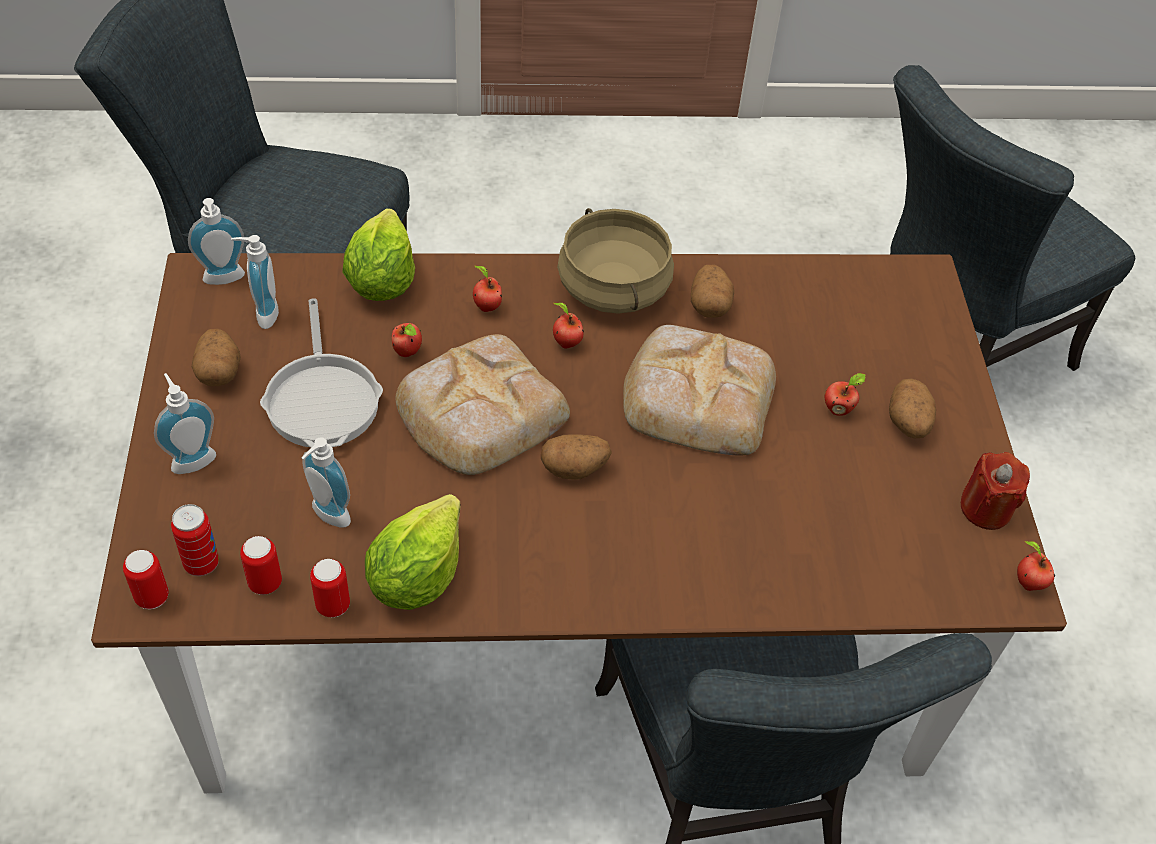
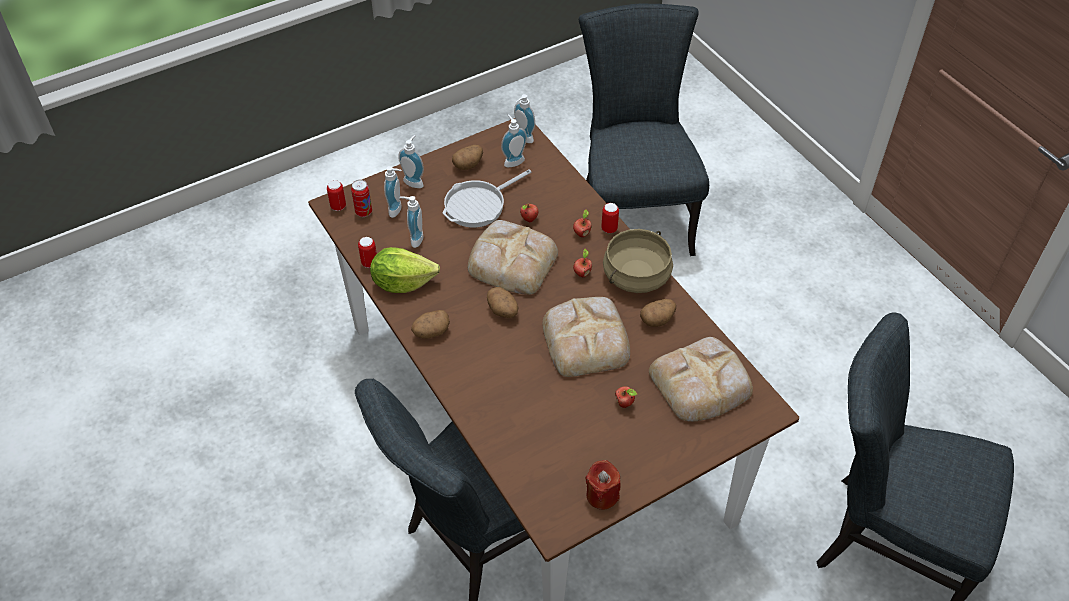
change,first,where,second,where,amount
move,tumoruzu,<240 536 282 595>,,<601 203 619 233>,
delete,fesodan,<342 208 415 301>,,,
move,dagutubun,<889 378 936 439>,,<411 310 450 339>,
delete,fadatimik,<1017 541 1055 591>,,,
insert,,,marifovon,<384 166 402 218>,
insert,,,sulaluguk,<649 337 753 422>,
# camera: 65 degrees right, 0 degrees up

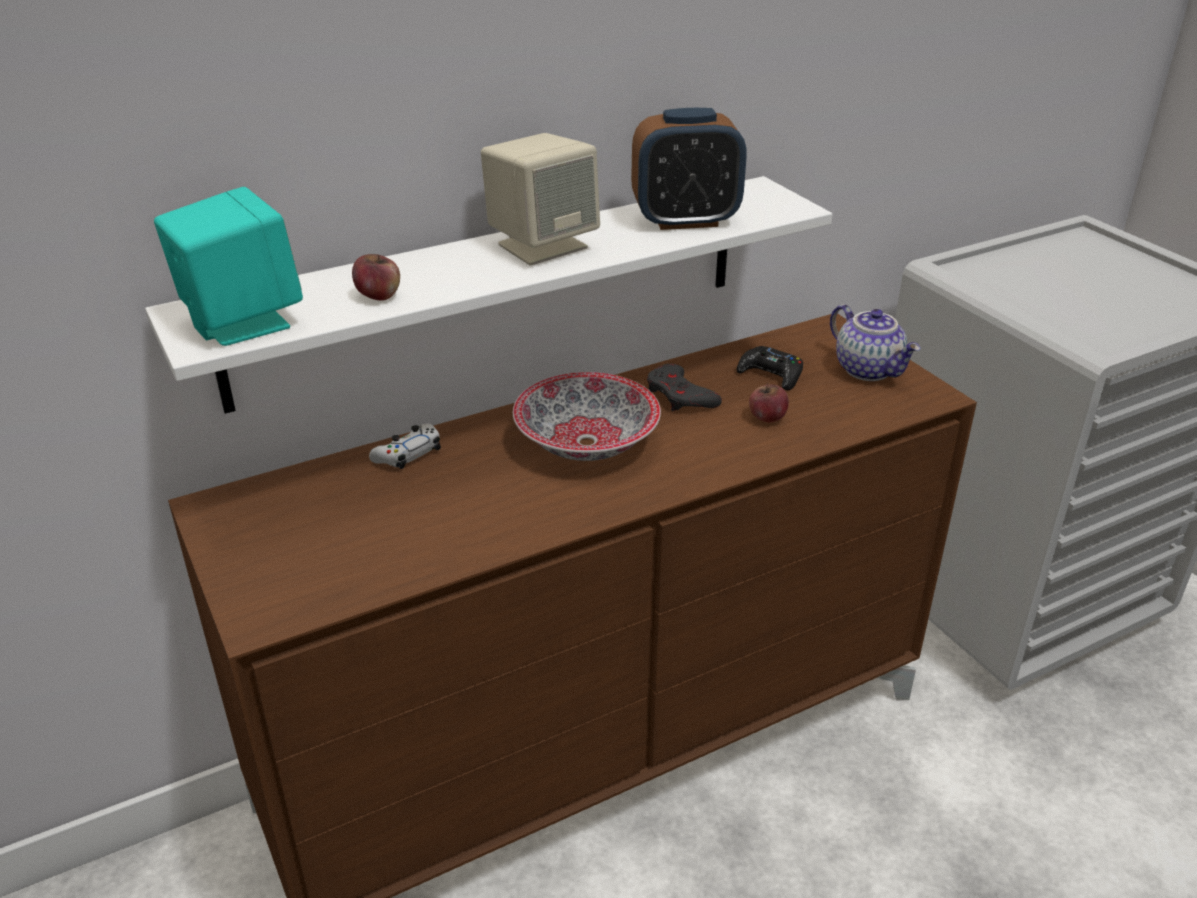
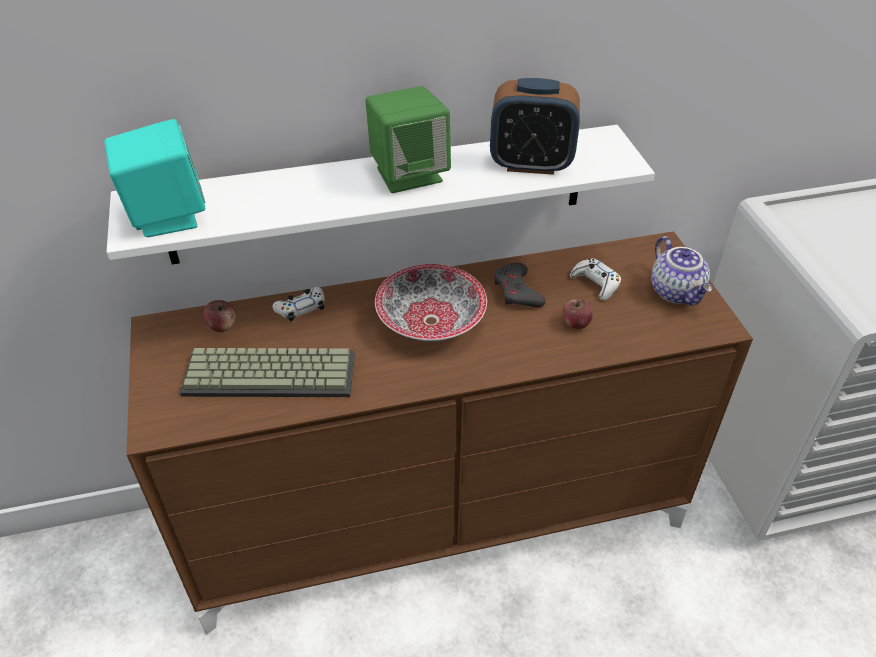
change,first,where,second,where,amount
move,fadatimik,<352 254 400 301>,,<204 300 236 332>,
recolor,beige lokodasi,<481 133 600 265>,green lokodasi,<365 86 451 193>,
recolor,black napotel,<737 346 803 390>,white napotel,<570 258 621 301>,
insert,,,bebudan,<180 348 355 397>,
# camera: 15 degrees right, 10 degrees up

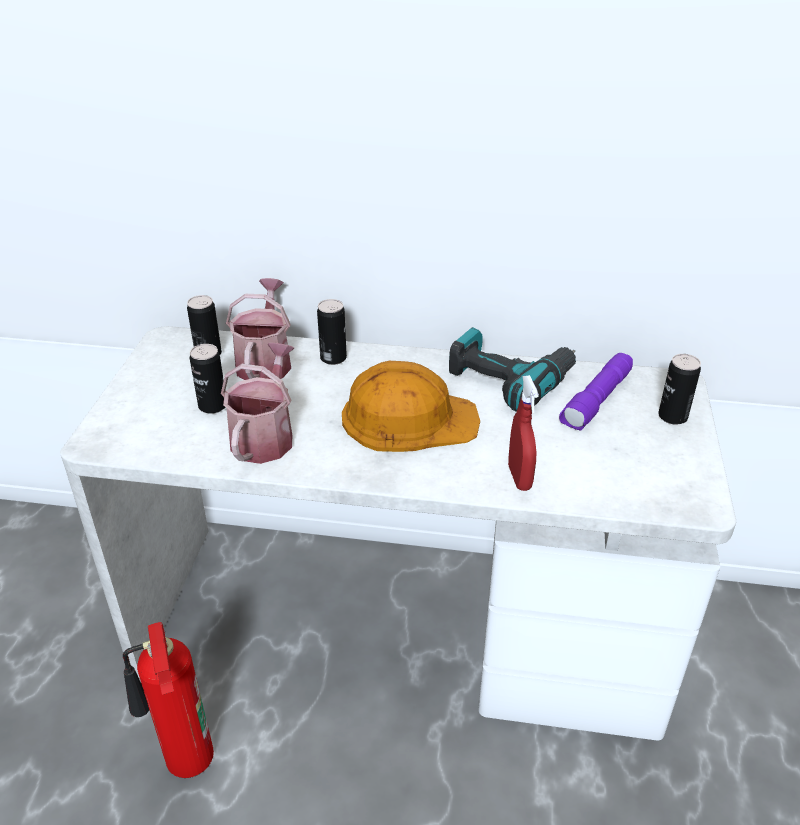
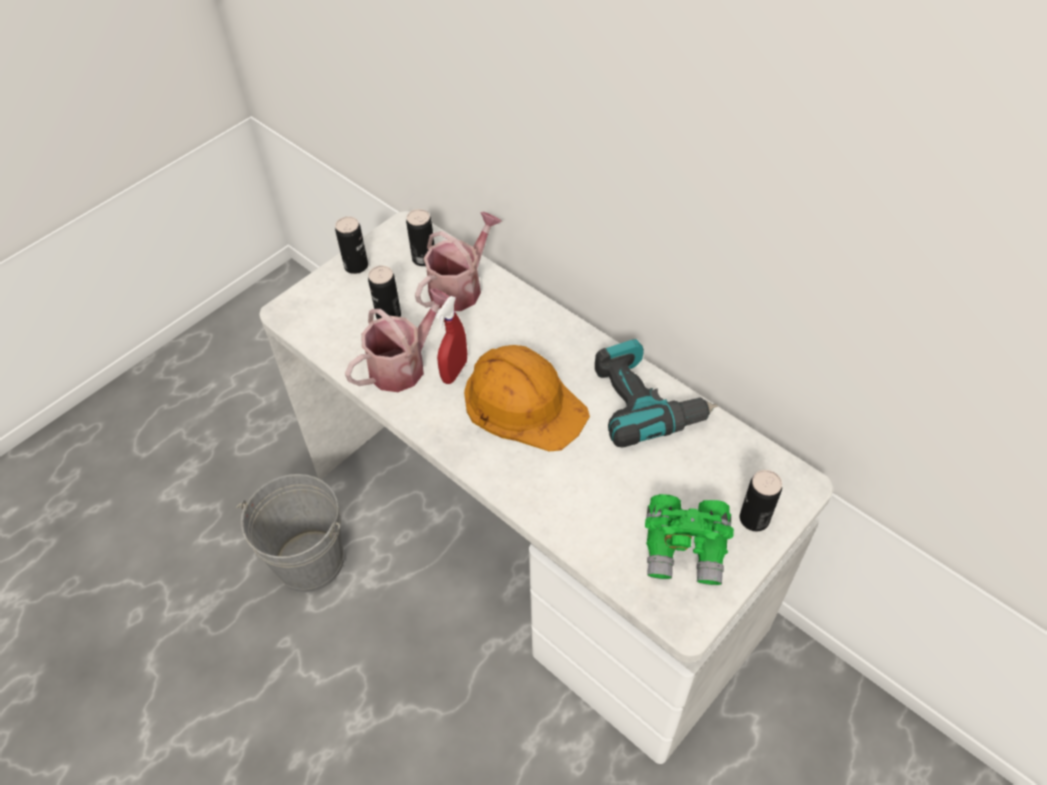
change,first,where,second,where,amount
replace,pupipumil,<123 622 214 778>,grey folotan,<236 474 344 592>,
move,tumoruzu,<317 299 347 365>,,<335 216 368 274>,
move,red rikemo,<508 375 539 491>,,<436 296 467 384>,
delete,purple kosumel,<559 353 633 431>,,,
insert,,,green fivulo,<645 494 734 585>,
# camera: 35 degrees right, 15 degrees up

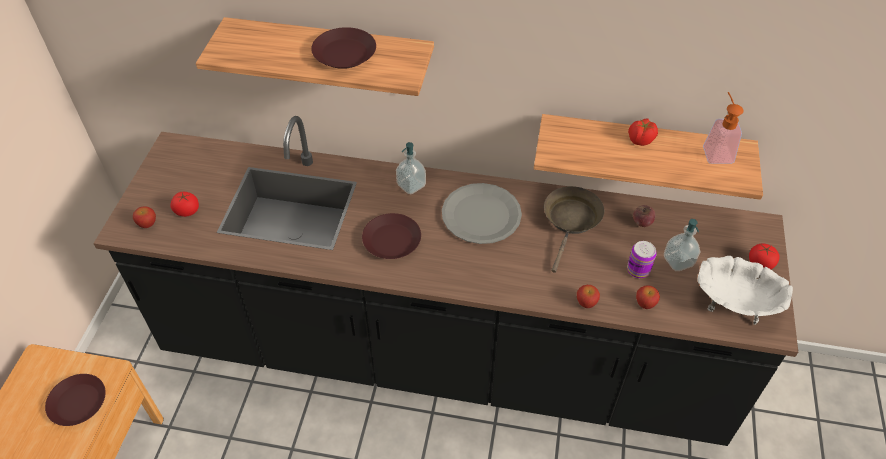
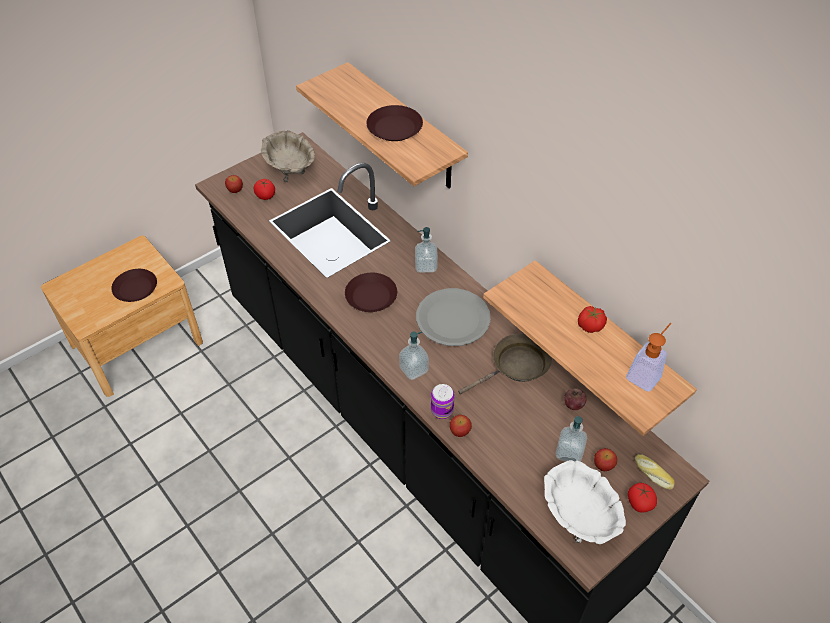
change,first,where,second,where,amount
move,tumoruzu,<627 241 657 278>,,<431 384 455 419>,
move,fadatimik,<636 285 660 309>,,<594 448 617 471>,
insert,,,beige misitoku,<261 130 315 182>,
insert,,,marifovon,<399 332 429 380>,
insert,,,sulaluguk,<635 454 675 490>,
# camera: 40 degrees right, 0 degrees up

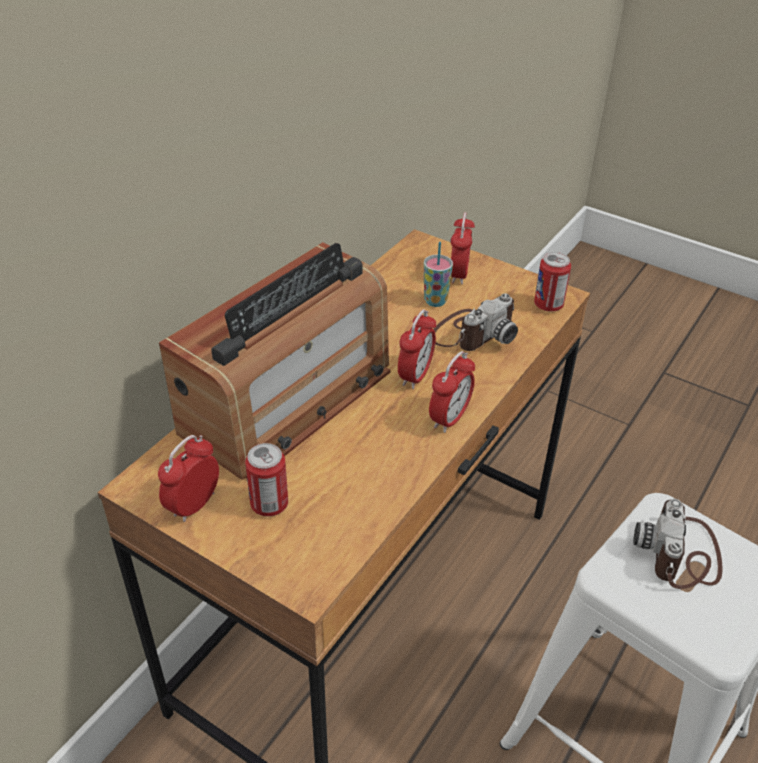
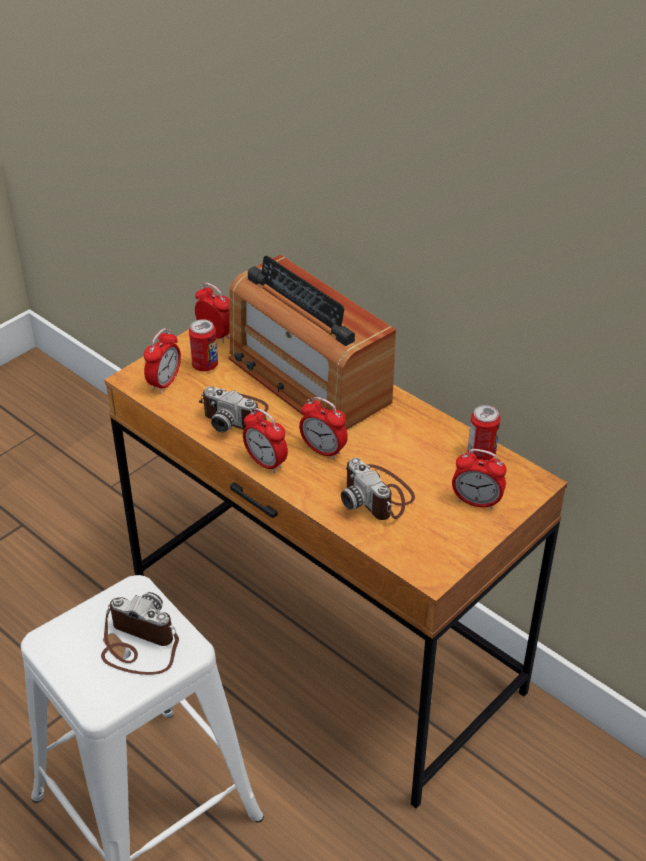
change,first,where,second,where,amount
delete,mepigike,<424 242 453 307>,,,
move,tumoruzu,<534 252 571 312>,,<468 405 500 461>,
insert,,,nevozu,<144 328 181 393>,
insert,,,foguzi,<199 386 269 432>,
# camera: 100 degrees right, 0 degrees up

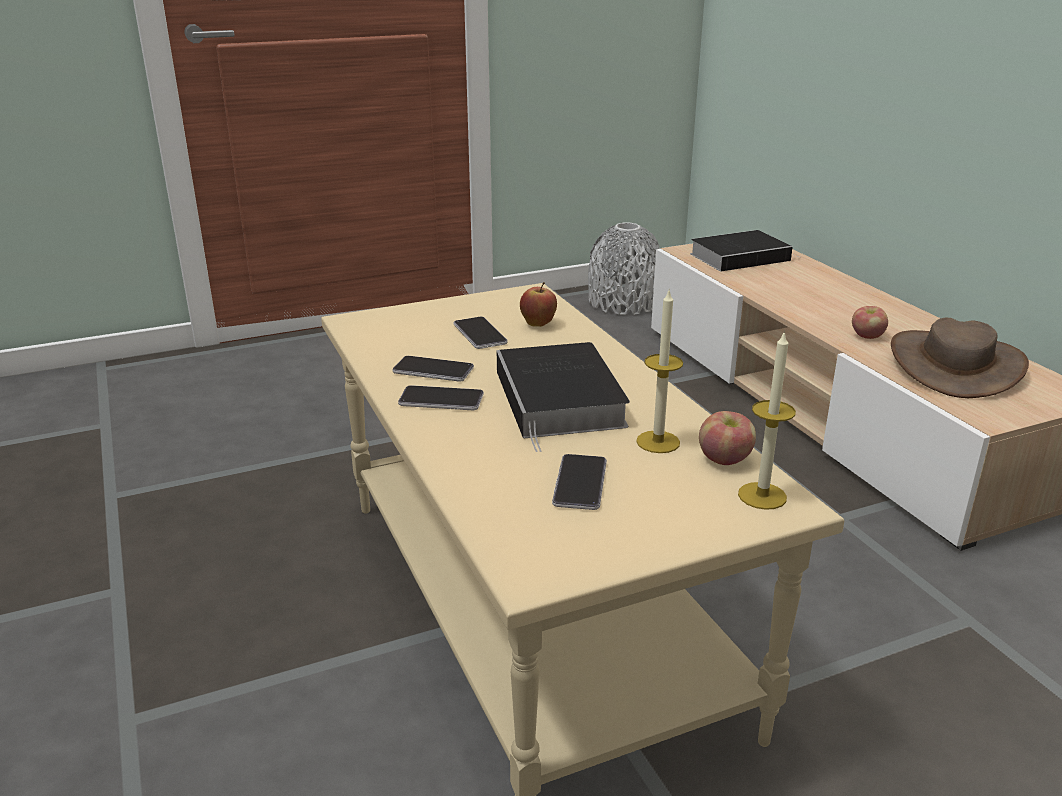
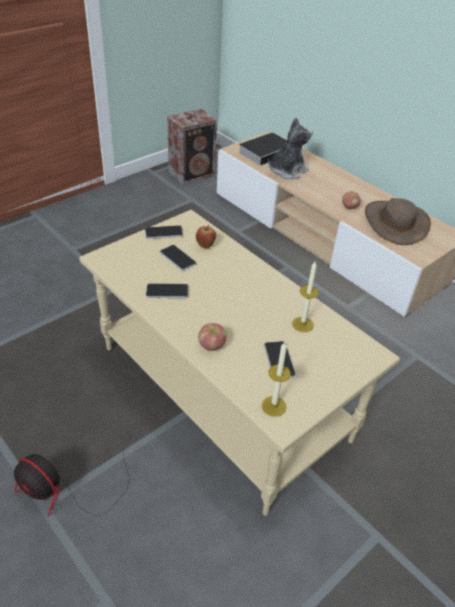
change,first,where,second,where,amount
move,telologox,<398 385 484 410>,,<145 225 183 239>,
delete,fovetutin,<497 342 630 452>,,,
replace,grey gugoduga,<588 222 660 315>,lokodasi,<167 109 217 185>,
move,fadatimik,<699 411 756 465>,,<198 323 226 351>,
move,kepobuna,<738 330 796 510>,,<262 342 291 417>,
insert,,,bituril,<14 432 135 517>,
insert,,,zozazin,<268 117 313 179>,
# camera: 20 degrees left, 15 degrees up

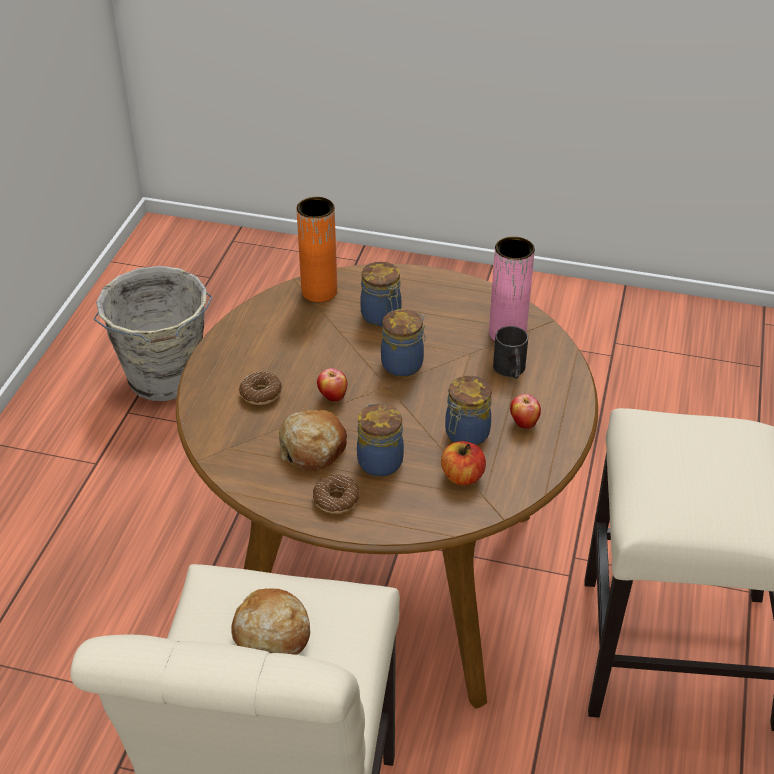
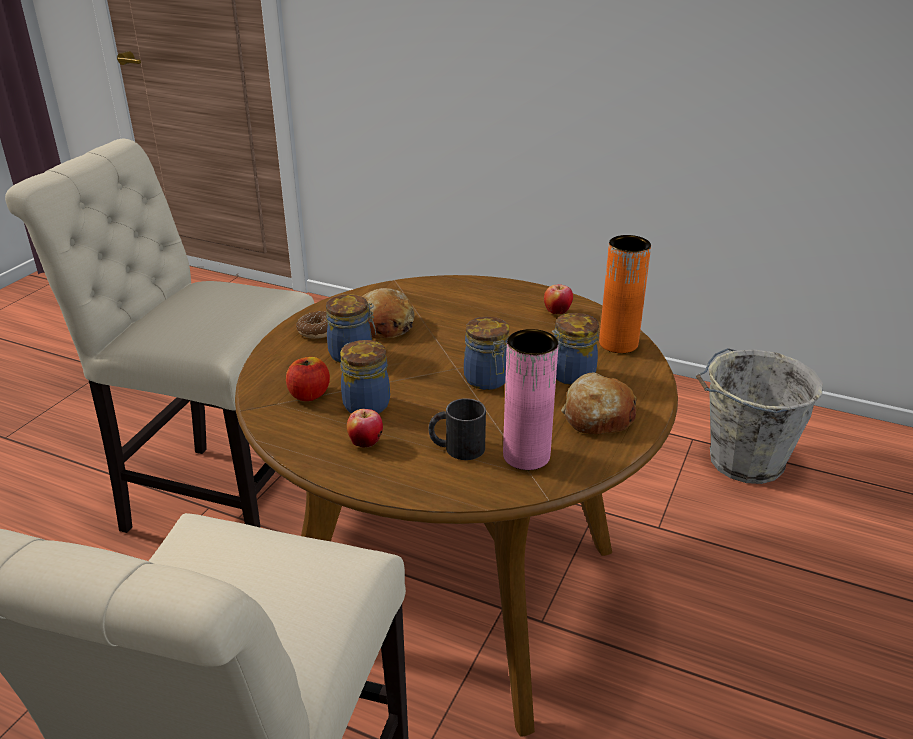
change,first,where,second,where,amount
move,sulaluguk,<231 588 310 655>,,<561 372 636 434>,
delete,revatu,<239 372 282 405>,,,
move,fadatimik,<317 368 347 402>,,<544 284 573 314>,
# camera: 100 degrees right, 10 degrees down

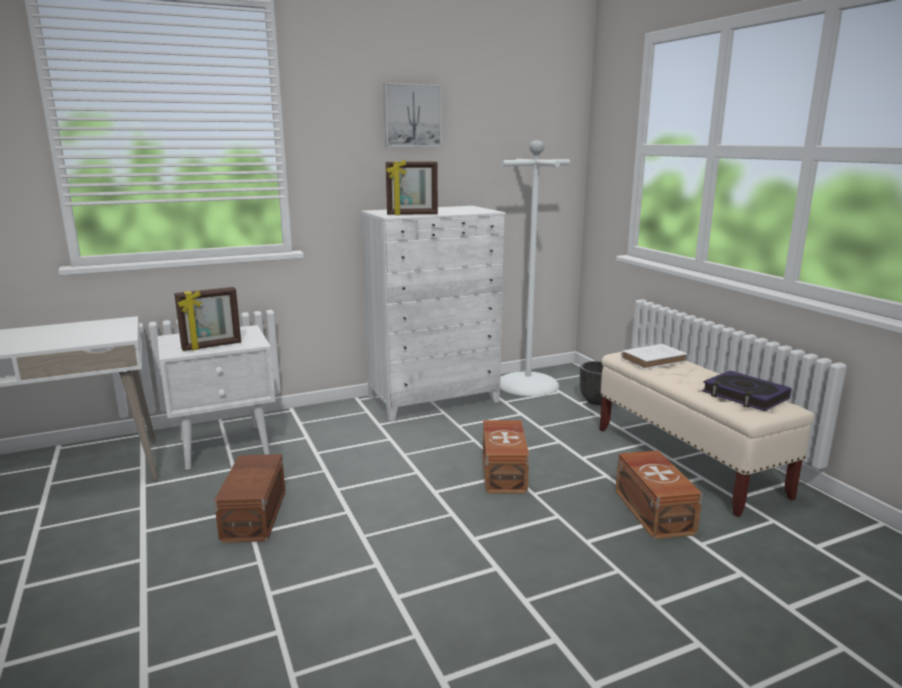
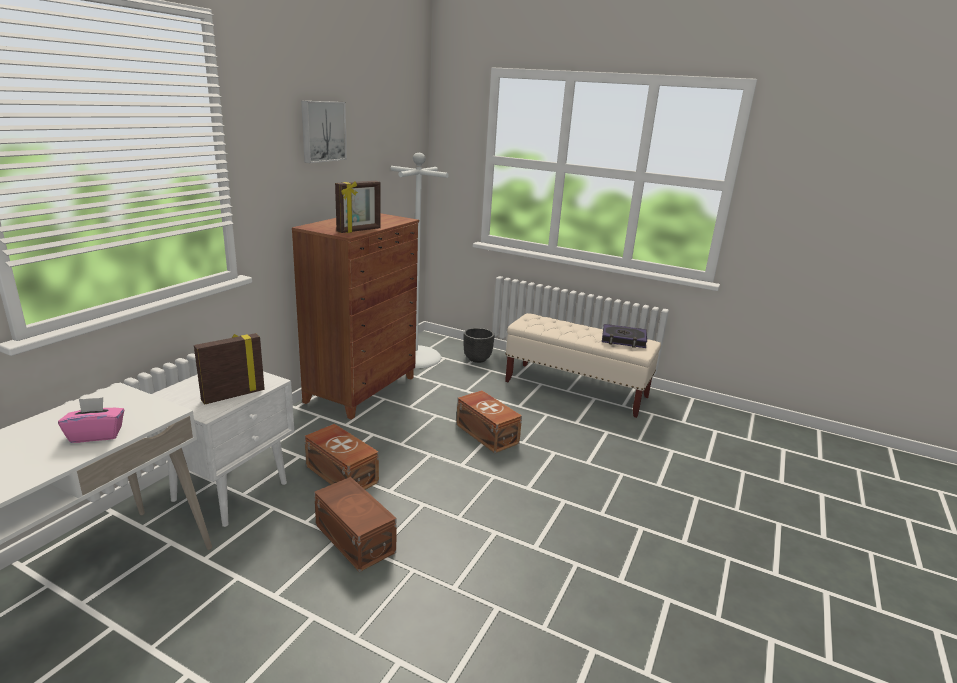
change,first,where,second,where,amount
rotate,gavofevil,<174 287 241 351>,,<194 333 265 405>,150 degrees counterclockwise
recolor,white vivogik,<361 206 506 422>,brown vivogik,<292 213 419 420>,
move,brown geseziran,<615 450 703 540>,,<304 424 379 490>,
delete,white fovetutin,<621 344 687 369>,,,
insert,,,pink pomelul,<58 397 124 443>,
# camera: 40 degrees left, 5 degrees up

